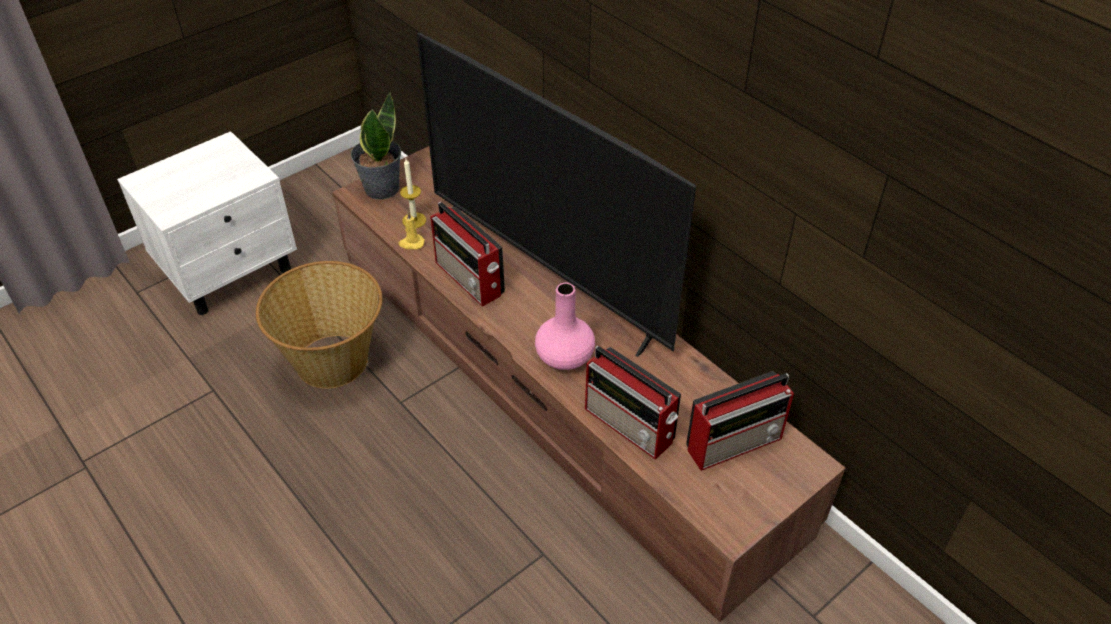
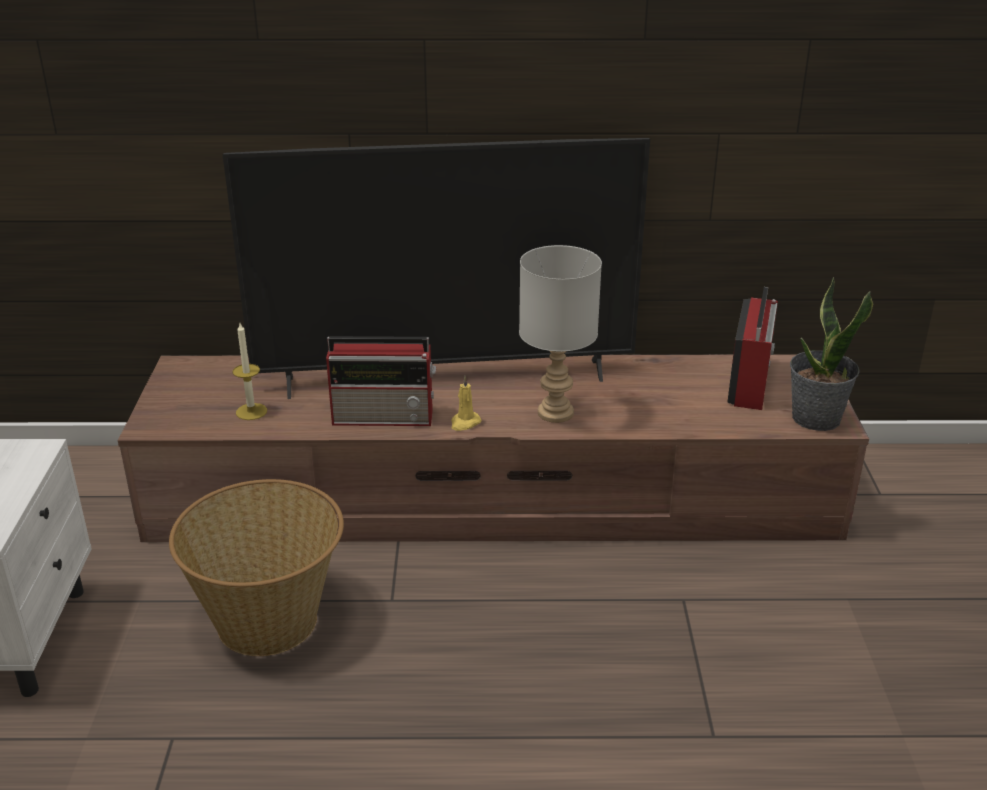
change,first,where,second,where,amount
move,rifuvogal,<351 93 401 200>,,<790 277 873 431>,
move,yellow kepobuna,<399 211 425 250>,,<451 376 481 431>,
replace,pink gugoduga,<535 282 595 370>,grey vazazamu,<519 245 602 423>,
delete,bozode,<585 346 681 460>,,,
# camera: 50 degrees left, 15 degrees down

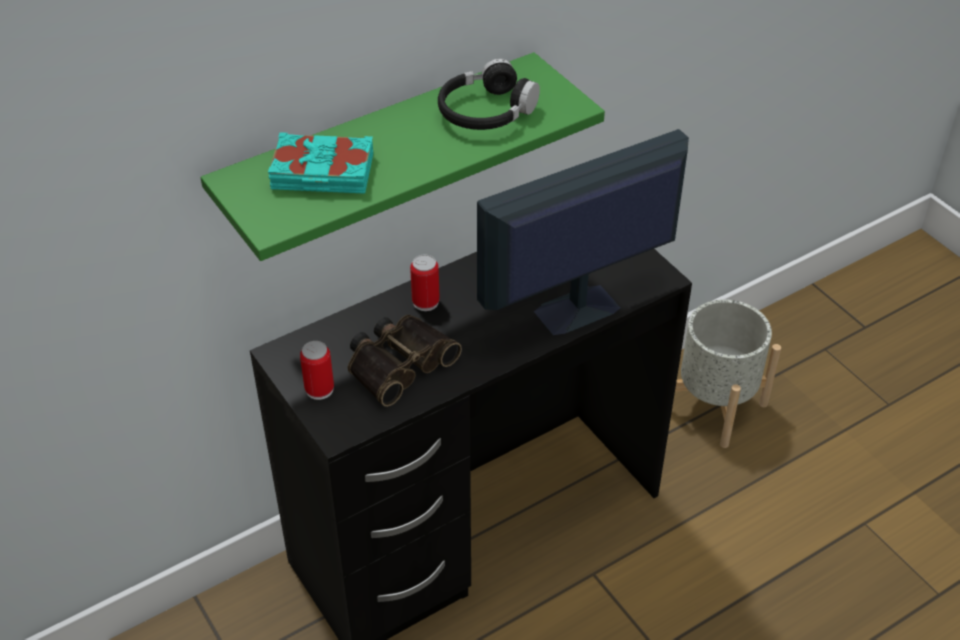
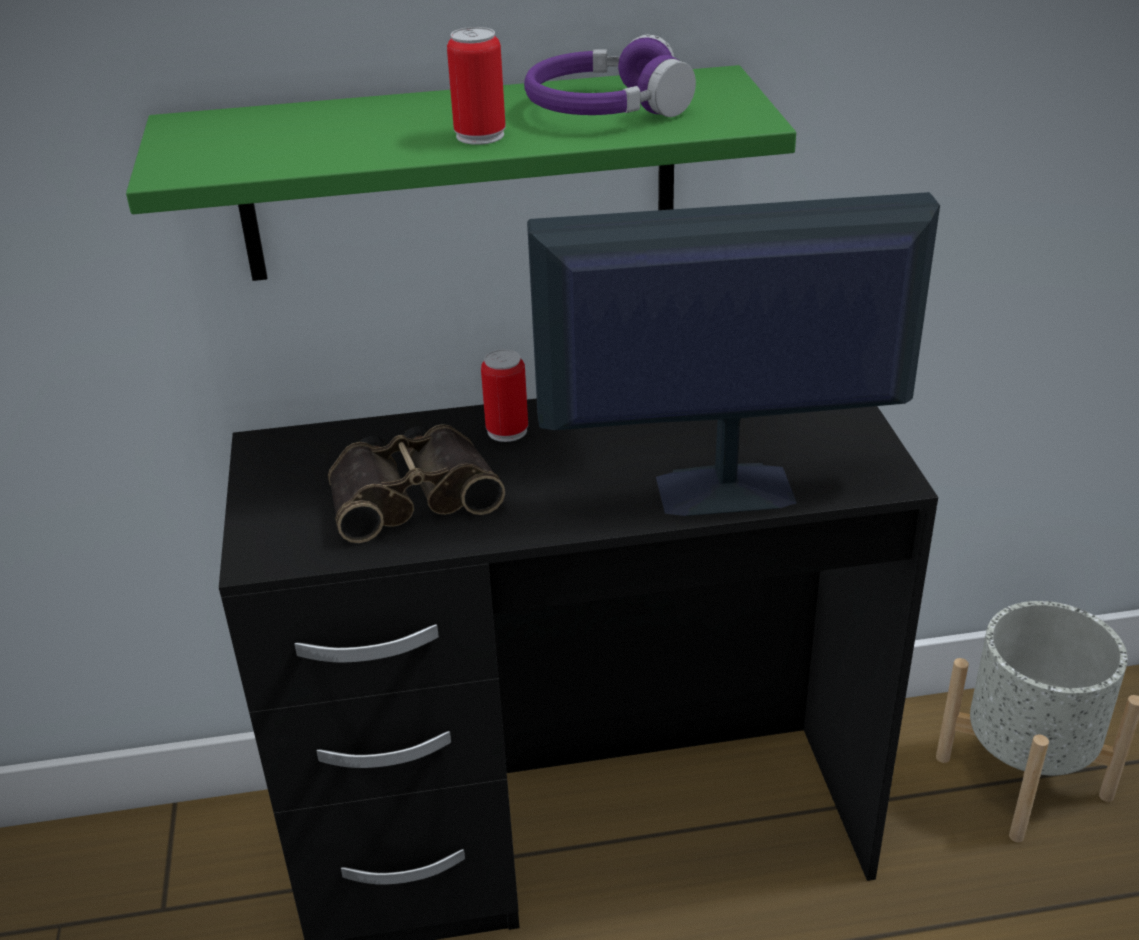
change,first,where,second,where,amount
delete,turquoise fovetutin,<268 132 373 194>,,,
move,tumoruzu,<300 341 334 400>,,<447 27 506 145>,
recolor,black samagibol,<438 59 540 130>,purple samagibol,<524 34 696 117>,
# camera: 25 degrees right, 10 degrees down

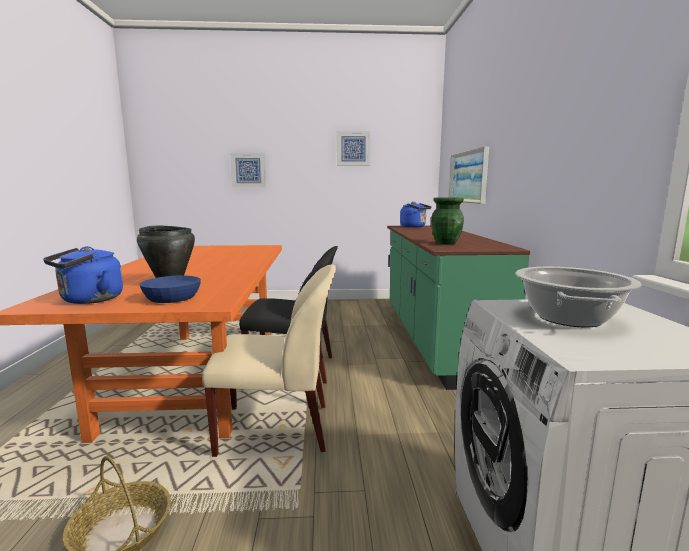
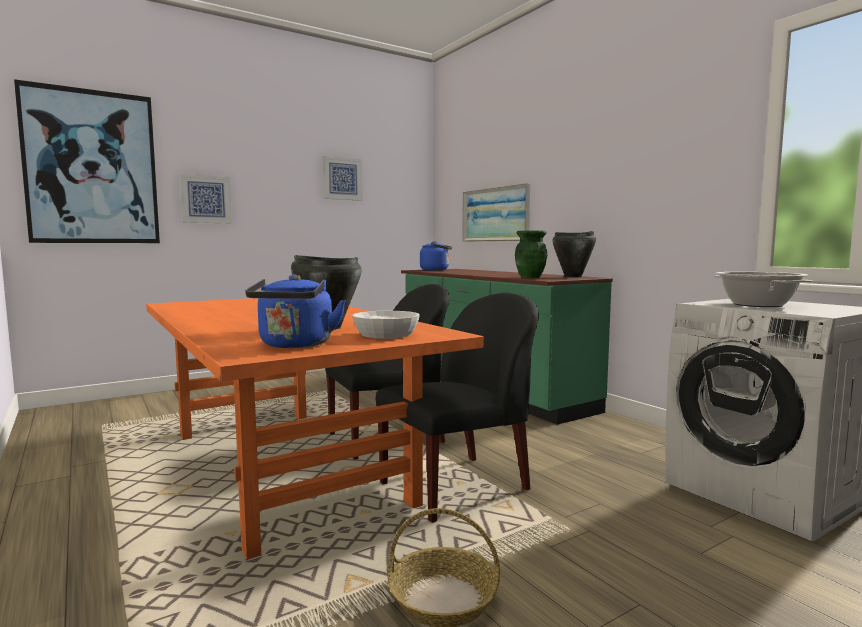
change,first,where,second,where,amount
recolor,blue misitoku,<139 276 201 303>,white misitoku,<352 311 420 339>,
recolor,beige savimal,<202 264 336 457>,black savimal,<376 293 539 523>,
insert,,,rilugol,<14 79 160 243>,
insert,,,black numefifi,<552 231 596 277>,
# camera: 30 degrees left, 5 degrees down

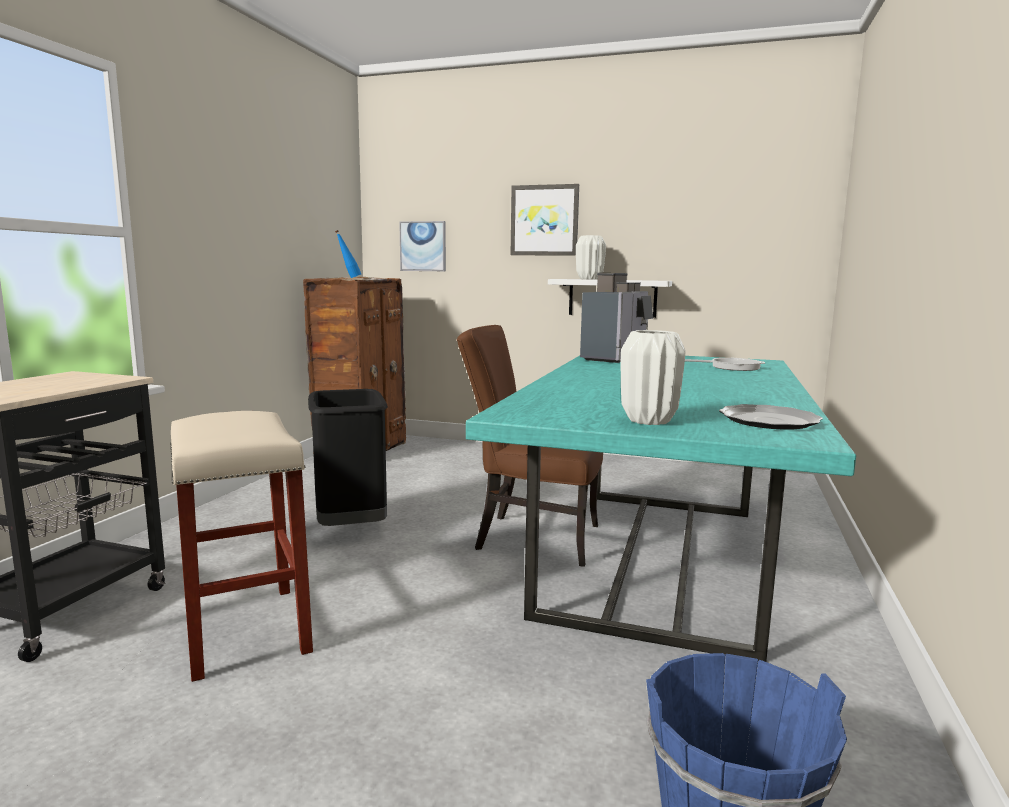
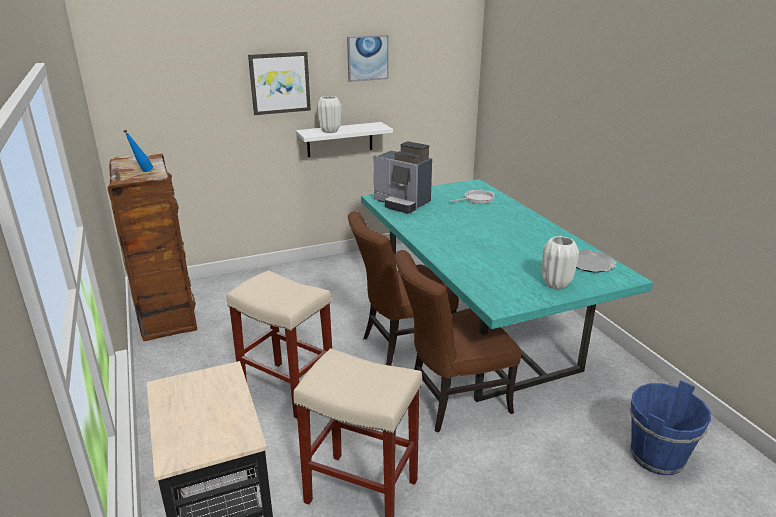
change,first,where,second,where,amount
replace,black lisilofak,<308 389 388 526>,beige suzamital,<227 270 332 419>,
move,rilugol,<399 221 446 271>,,<347 35 389 82>,
rotate,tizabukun,<580 273 653 363>,,<374 141 432 214>,135 degrees clockwise
insert,,,brown savimal,<394 250 521 432>,
# camera: 40 degrees left, 15 degrees up

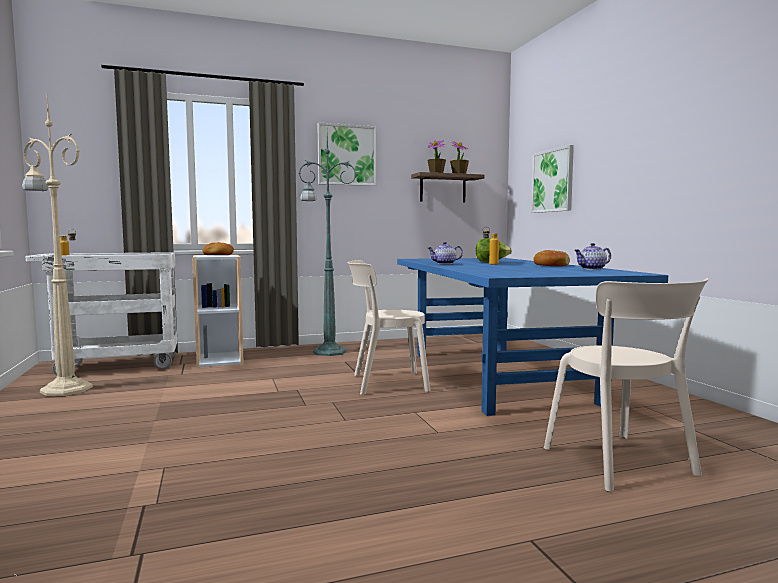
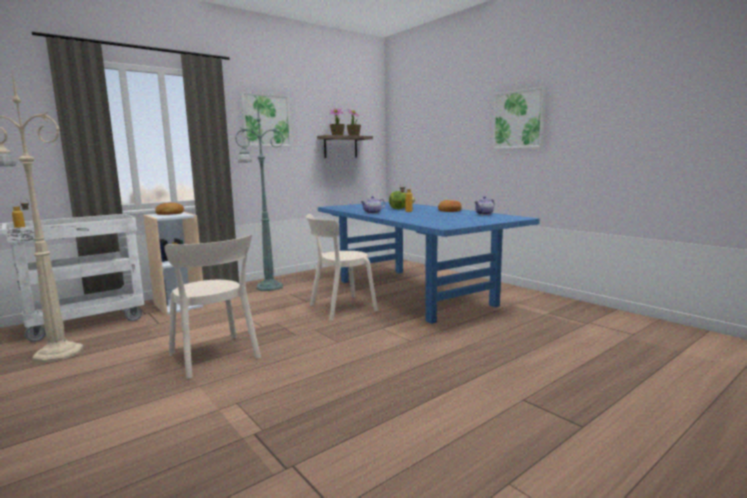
change,first,where,second,where,amount
move,rilugol,<531 145 574 213>,,<493 86 546 149>,
move,beige savimal,<544 278 709 492>,,<164 234 261 379>,
# camera: 20 degrees left, 5 degrees up

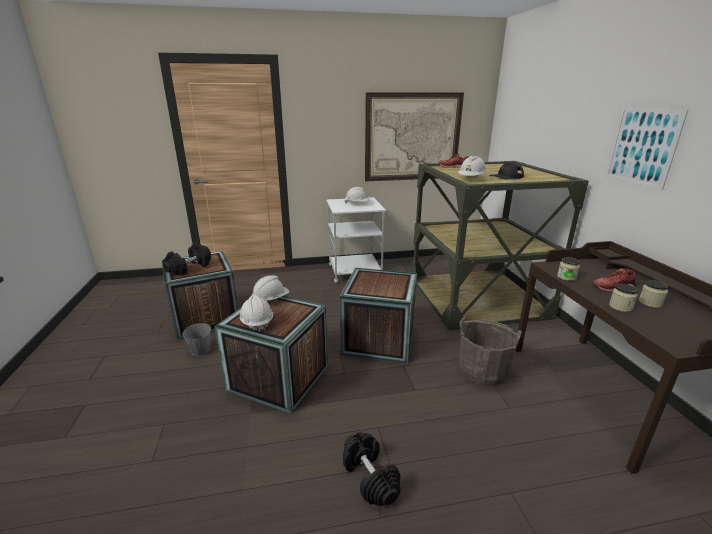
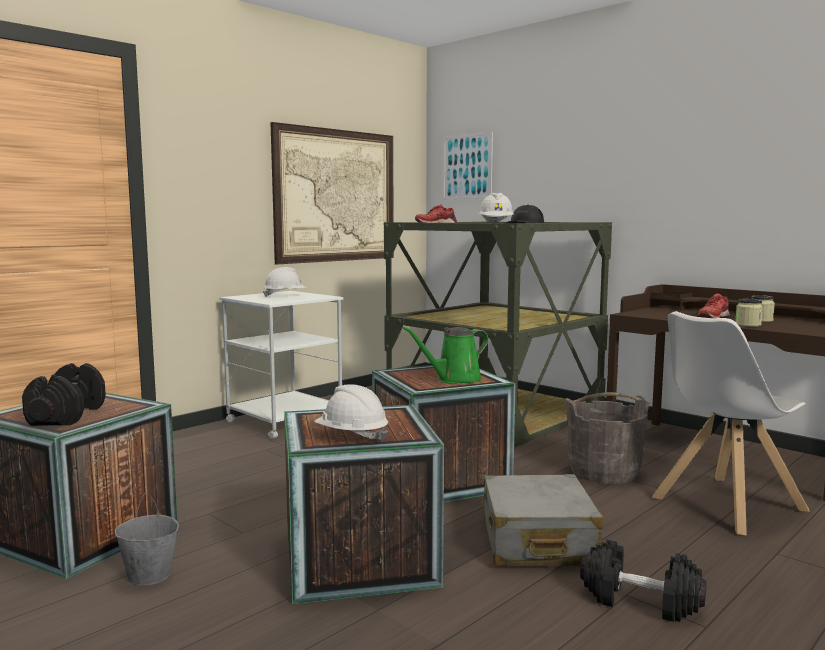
change,first,where,second,where,amount
delete,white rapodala,<252 275 289 301>,,,
delete,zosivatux,<557 257 580 281>,,,
move,rilugol,<605 107 688 190>,,<443 132 493 199>,
insert,,,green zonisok,<403 326 488 384>,
insert,,,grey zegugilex,<481 474 603 566>,
insert,,,savimal,<652 311 810 535>,
# camera: 35 degrees left, 15 degrees down

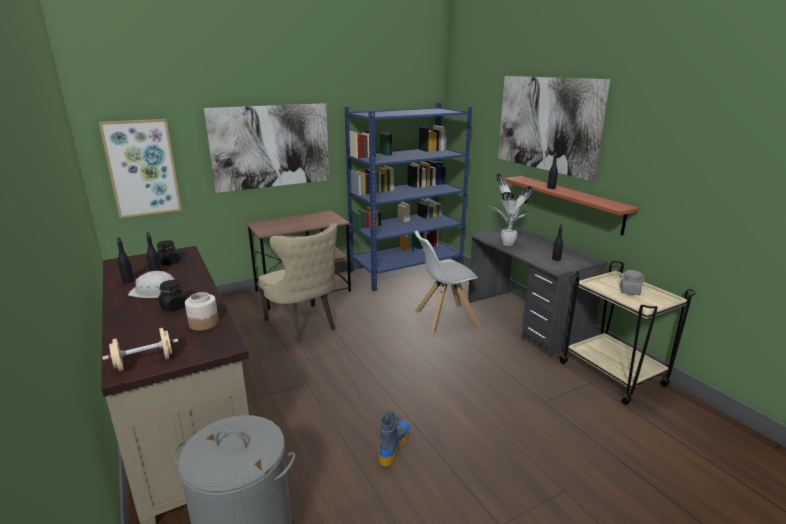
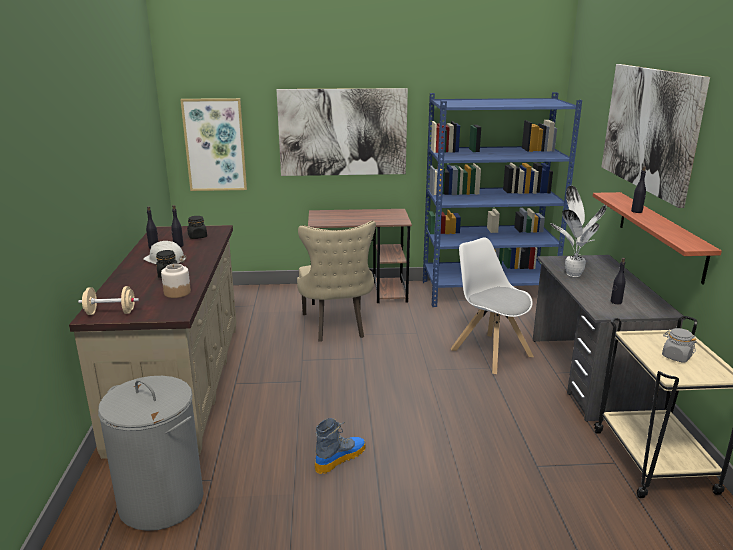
change,first,where,second,where,amount
rotate,savimal,<415 231 480 334>,,<451 238 534 374>,45 degrees clockwise
# camera: 25 degrees right, 0 degrees up

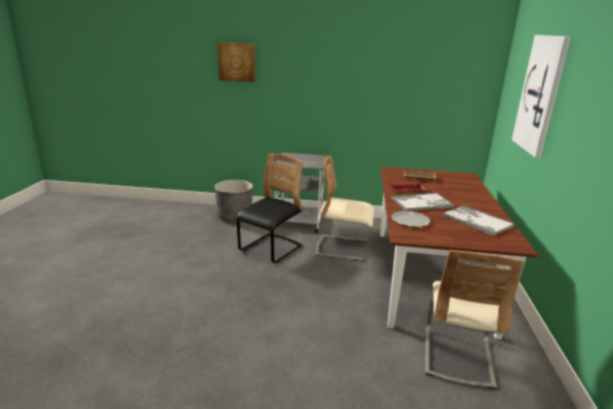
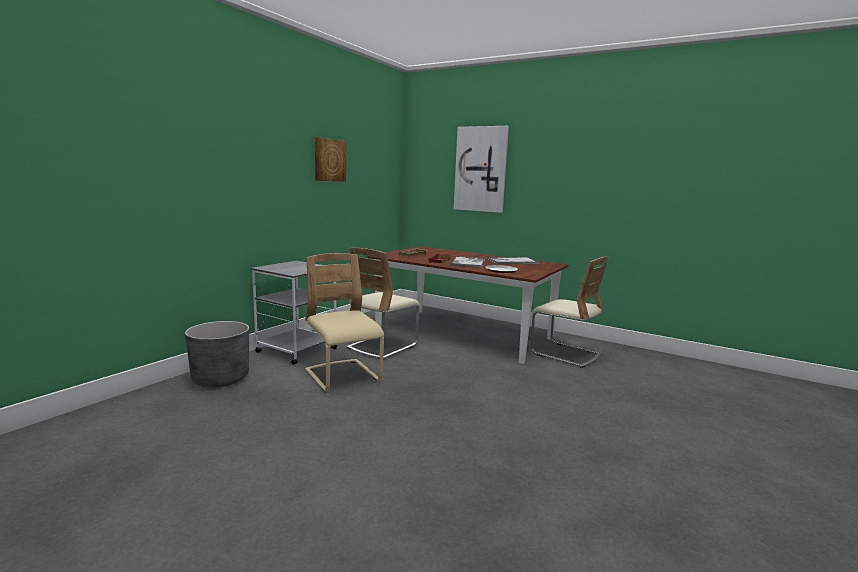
change,first,where,second,where,amount
move,rilugol,<217 42 255 82>,,<315 137 346 182>,
recolor,black savimal,<236 154 303 263>,beige savimal,<305 253 384 391>,
# camera: 65 degrees left, 10 degrees down

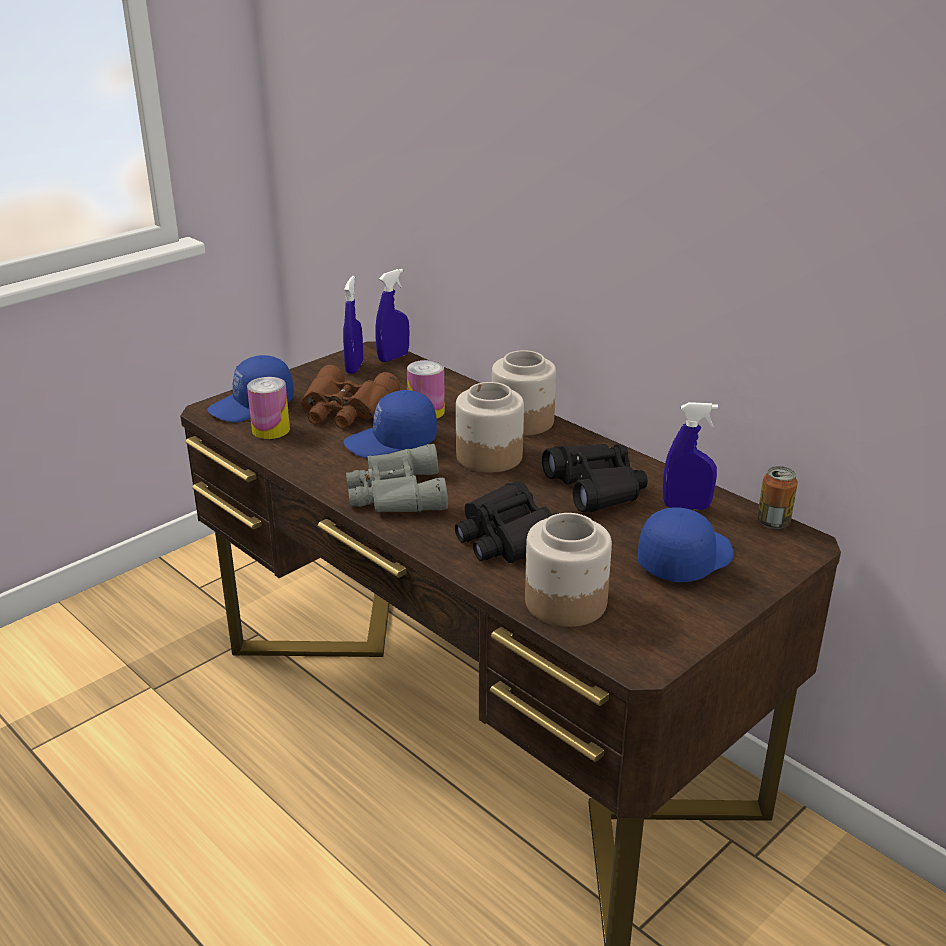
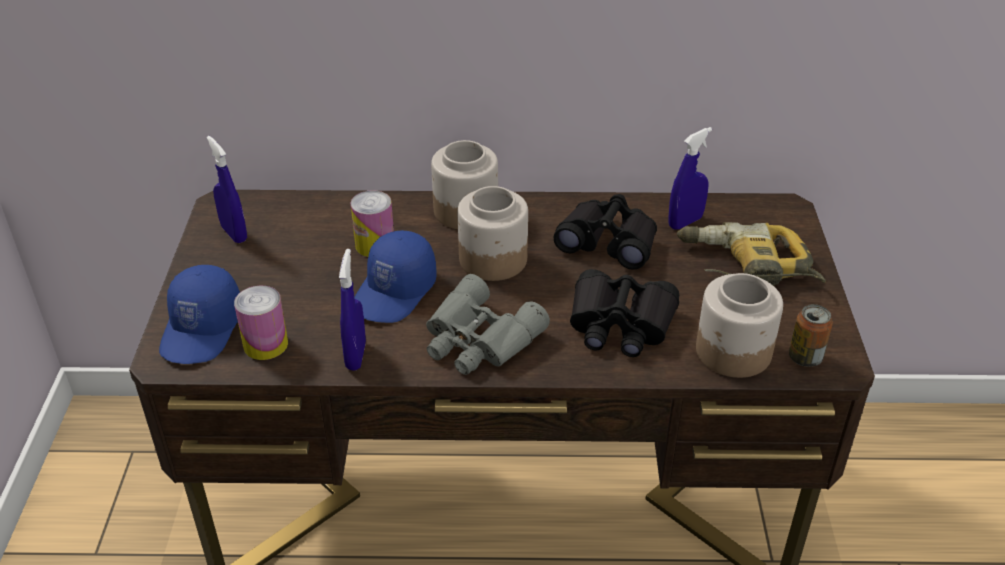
change,first,where,second,where,amount
delete,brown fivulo,<301 365 400 429>,,,
move,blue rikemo,<375 269 409 362>,,<339 249 366 371>,
replace,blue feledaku,<638 507 734 582>,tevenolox,<677 222 826 286>,
move,tumoruzu,<757 466 798 529>,,<789 304 833 367>,
# camera: 45 degrees left, 10 degrees up

